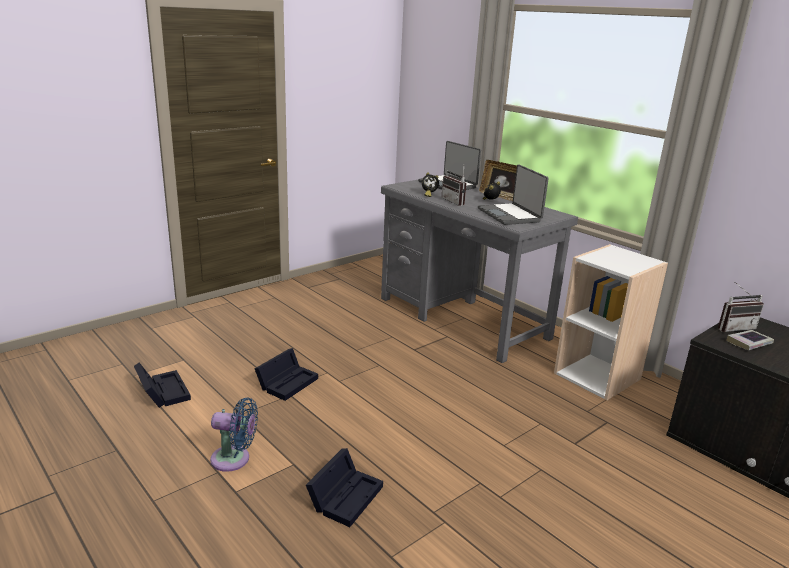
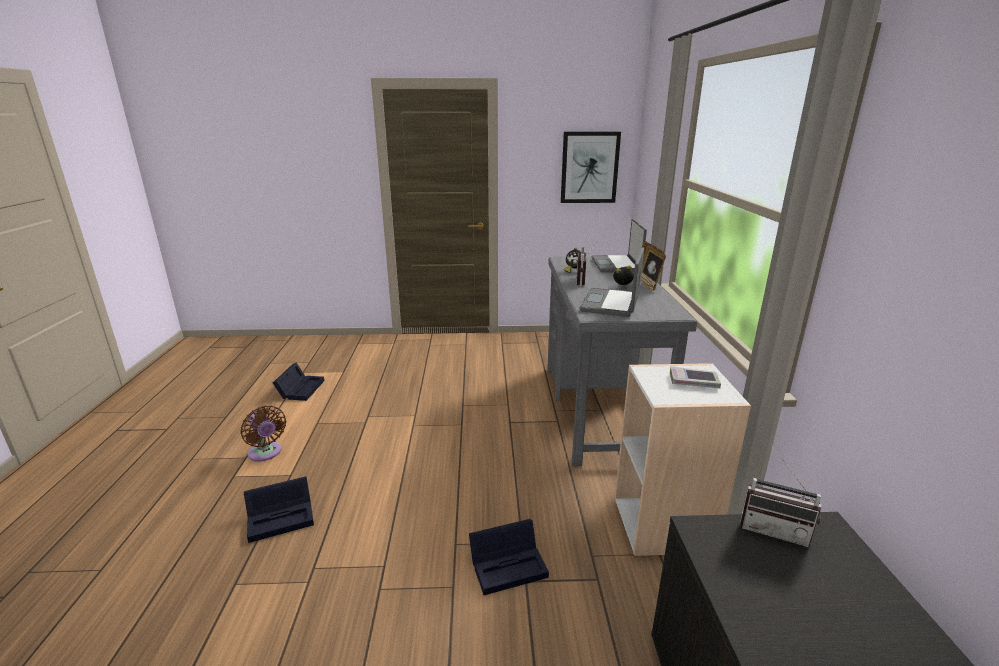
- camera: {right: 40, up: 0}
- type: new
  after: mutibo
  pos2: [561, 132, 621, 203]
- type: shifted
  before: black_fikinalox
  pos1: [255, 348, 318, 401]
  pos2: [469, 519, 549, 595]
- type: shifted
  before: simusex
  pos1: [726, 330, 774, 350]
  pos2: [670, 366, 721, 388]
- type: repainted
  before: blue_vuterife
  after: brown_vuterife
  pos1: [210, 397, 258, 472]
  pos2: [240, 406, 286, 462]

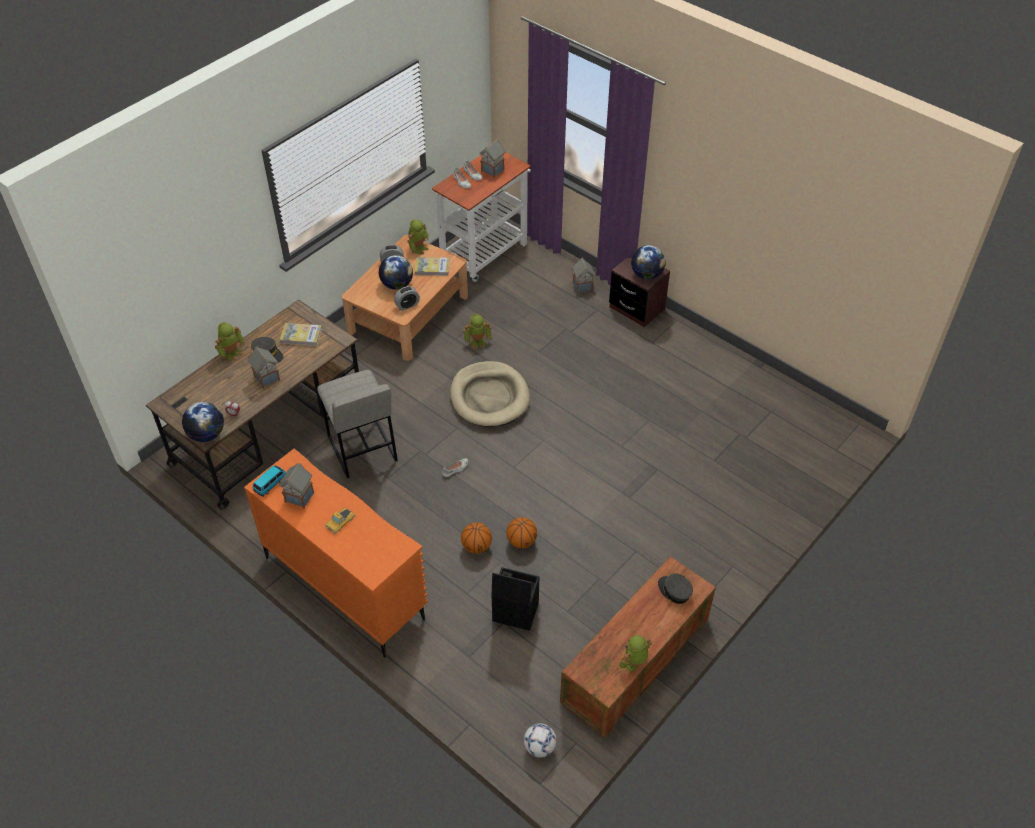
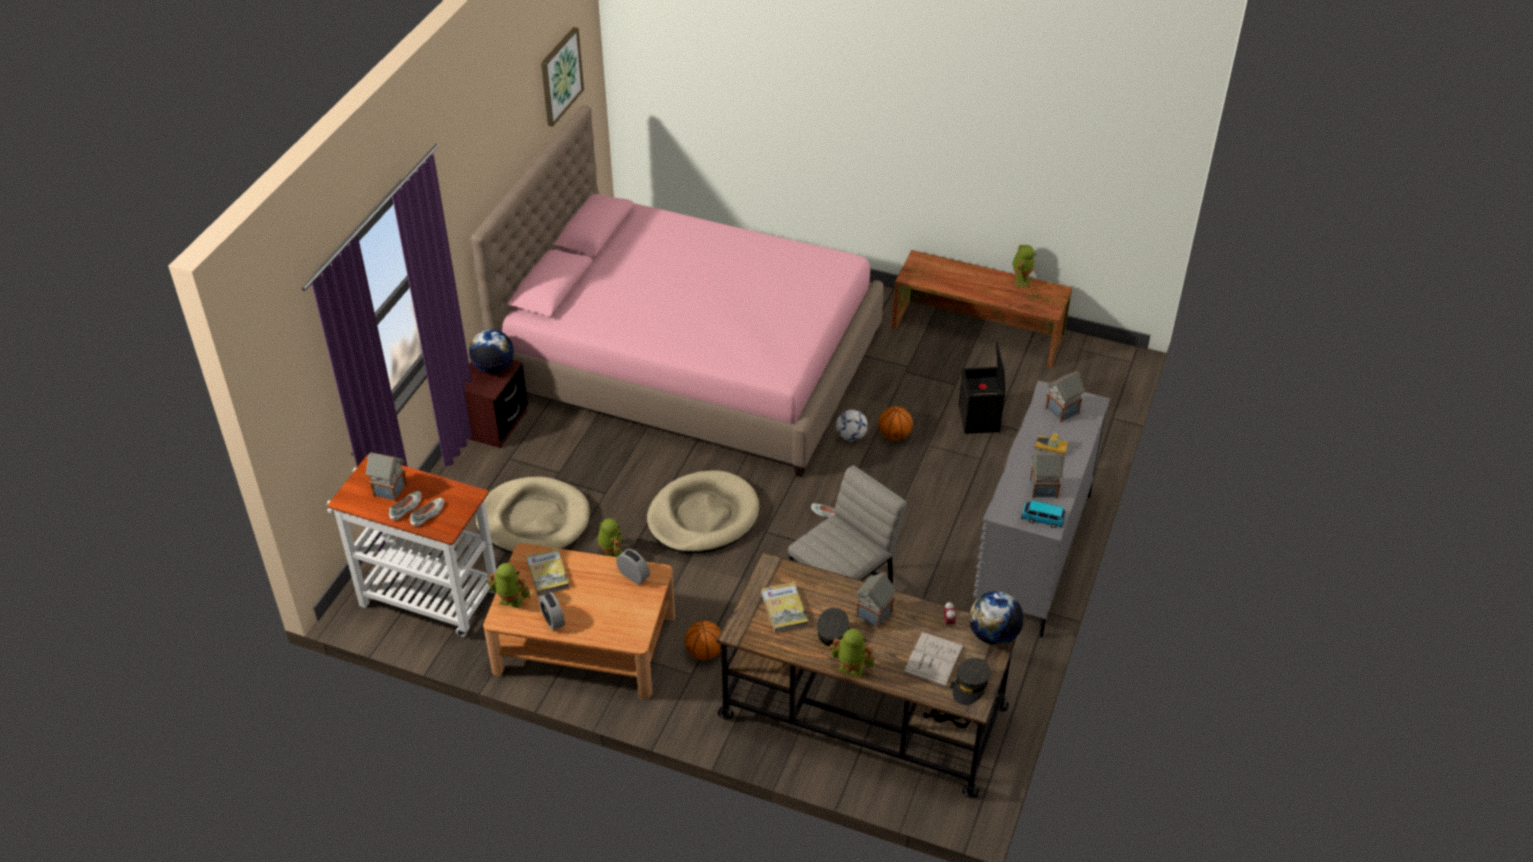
- camera: {right: -110, up: -5}
- type: gone
  before: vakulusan
  pos1: [379, 255, 413, 290]
- type: new
  after: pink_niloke
  pos2: [471, 105, 884, 477]
- type: new
  after: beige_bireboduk
  pos2: [475, 477, 590, 553]
- type: new
  after: mutibo
  pos2: [541, 27, 584, 127]
- type: new
  after: white_simusex
  pos2: [903, 632, 964, 688]
- type: shifted
  before: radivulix
  pos1: [461, 522, 492, 554]
  pos2: [685, 621, 721, 660]
- type: shifted
  before: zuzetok
  pos1: [524, 723, 557, 758]
  pos2: [836, 409, 868, 441]
- type: shifted
  before: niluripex
  pos1: [572, 258, 595, 293]
  pos2: [1045, 370, 1086, 422]
- type: shifted
  before: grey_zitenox
  pos1: [658, 573, 693, 604]
  pos2: [953, 658, 991, 705]
- type: repainted
  before: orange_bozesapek
  after: grey_bozesapek
  pos1: [244, 449, 428, 658]
  pos2: [972, 381, 1110, 638]
- type: rotated
  before: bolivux
  pos1: [619, 635, 652, 673]
  pos2: [1012, 245, 1035, 288]
  turn: -90

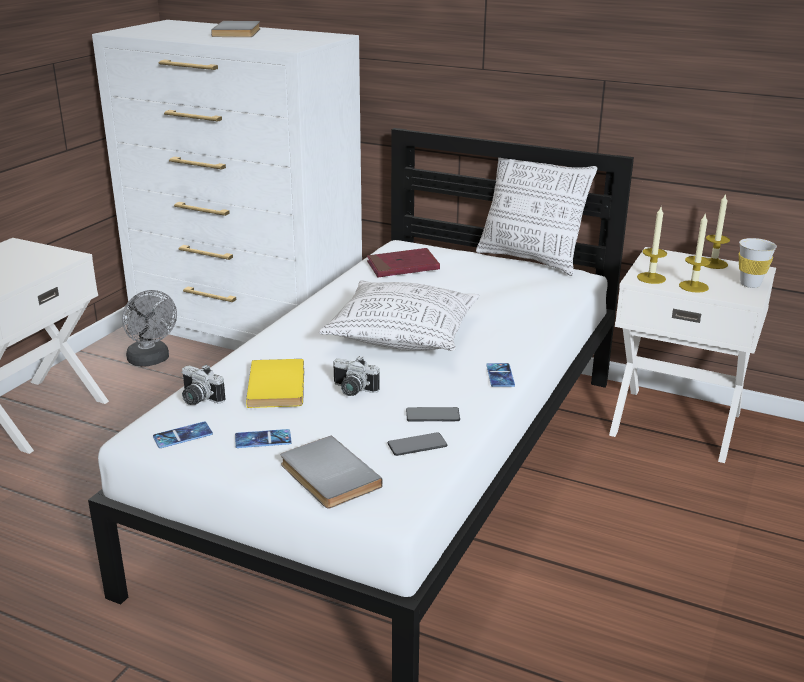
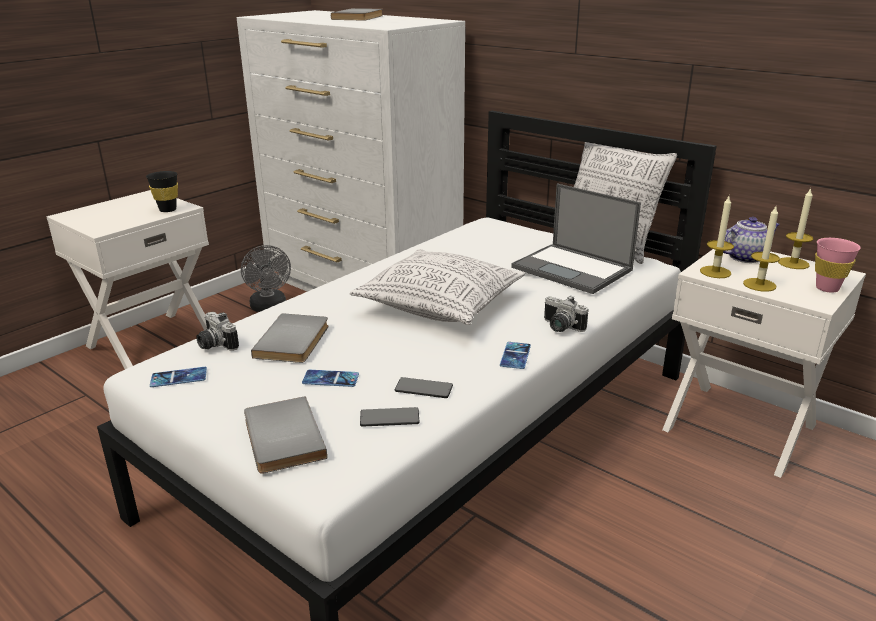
- camera: {right: 15, up: 0}
- type: gone
  before: red_simusex
  pos1: [367, 248, 440, 277]
- type: new
  after: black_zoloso
  pos2: [146, 171, 178, 212]
- type: new
  after: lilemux
  pos2: [511, 183, 641, 294]
- type: new
  after: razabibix
  pos2: [723, 217, 780, 263]
- type: shifted
  before: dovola
  pos1: [235, 429, 292, 448]
  pos2: [302, 370, 359, 387]
- type: shifted
  before: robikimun
  pos1: [333, 356, 380, 396]
  pos2: [544, 296, 589, 332]
- type: repainted
  before: yellow_simusex
  after: grey_simusex
  pos1: [246, 359, 304, 408]
  pos2: [251, 313, 328, 363]
- type: repainted
  before: white_zoloso
  after: pink_zoloso
  pos1: [739, 238, 777, 288]
  pos2: [815, 238, 861, 293]

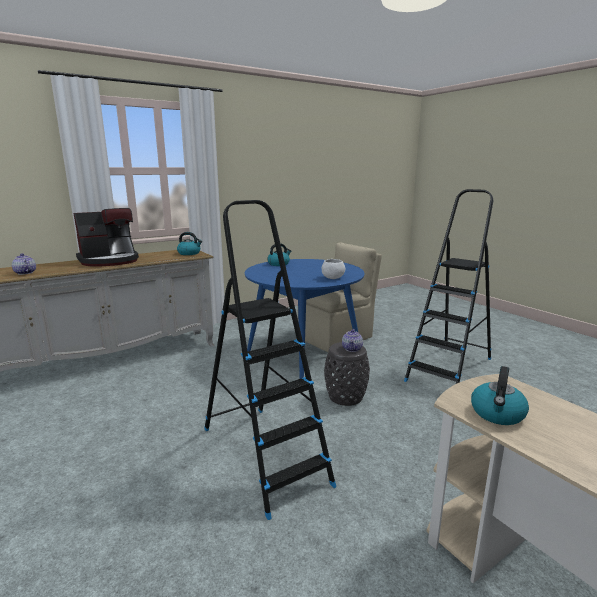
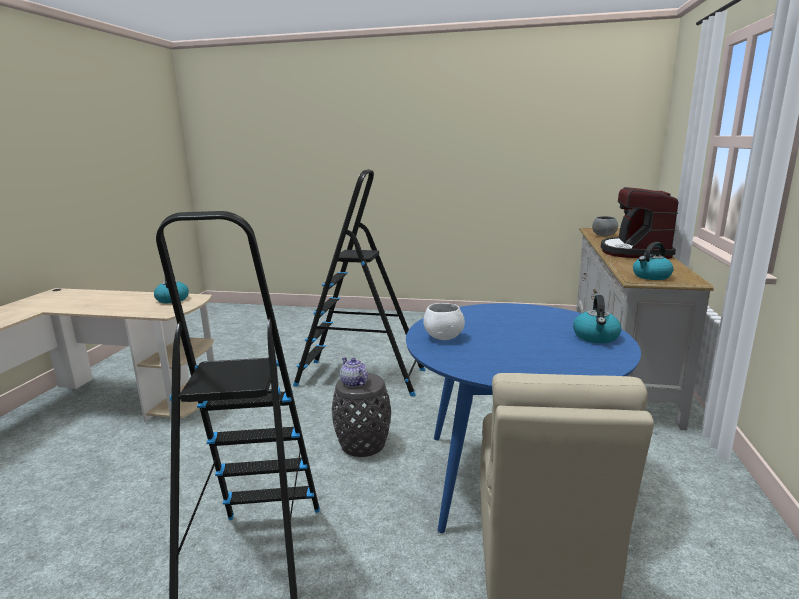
- camera: {right: 135, up: 0}
- type: swapped
  before: razabibix
  after: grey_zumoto
  pos1: [12, 253, 36, 275]
  pos2: [592, 216, 618, 236]

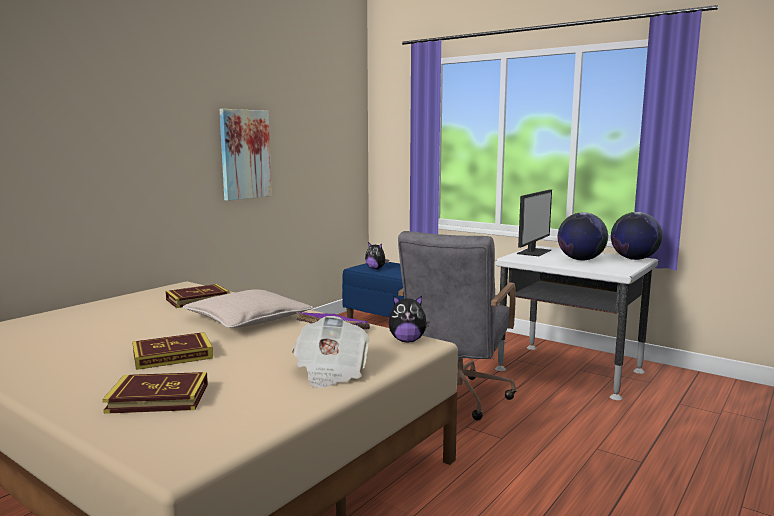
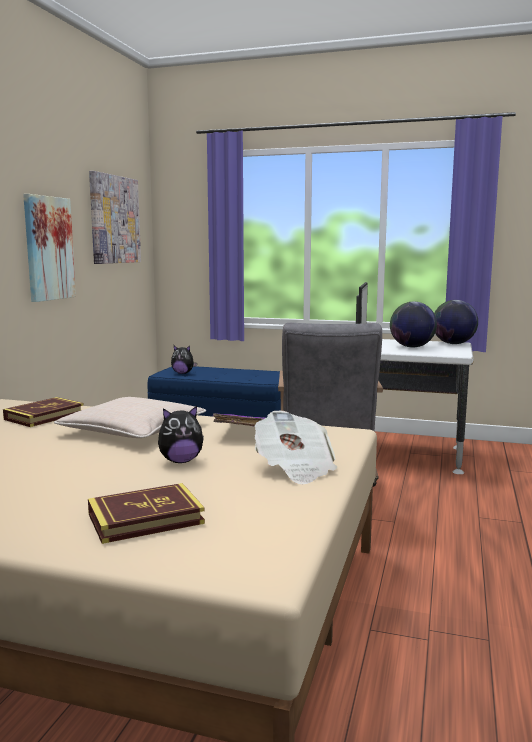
- camera: {right: -20, up: 0}
- type: gone
  before: simusex
  pos1: [132, 332, 213, 370]
- type: new
  after: mutibo
  pos2: [89, 171, 141, 264]
- type: shifted
  before: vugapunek
  pos1: [388, 295, 429, 342]
  pos2: [158, 406, 204, 463]

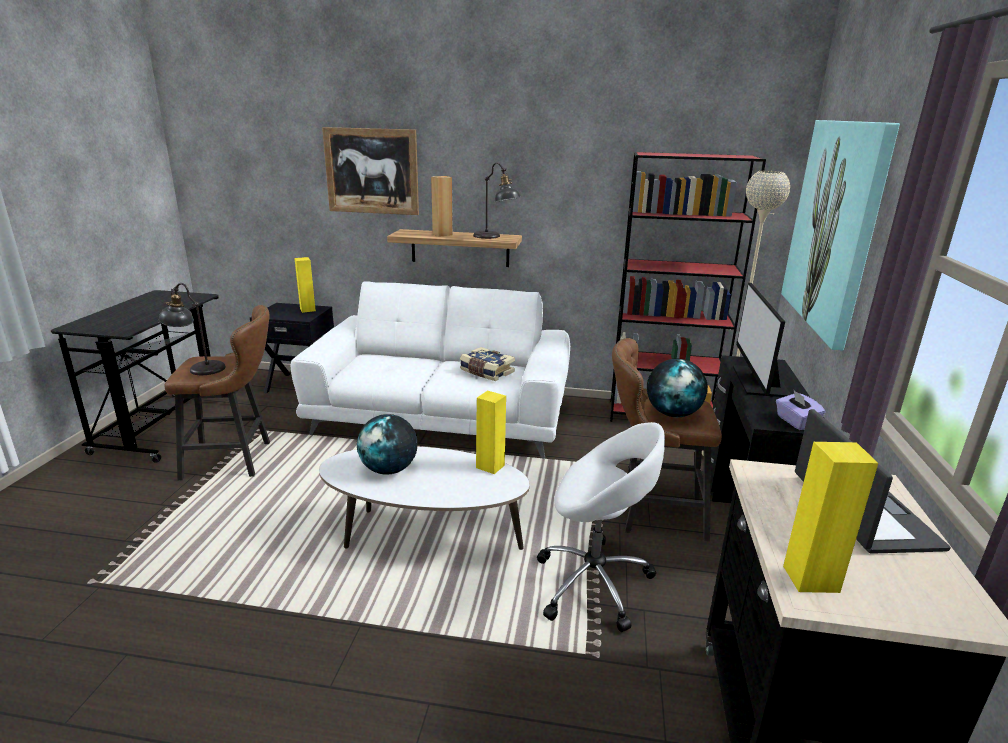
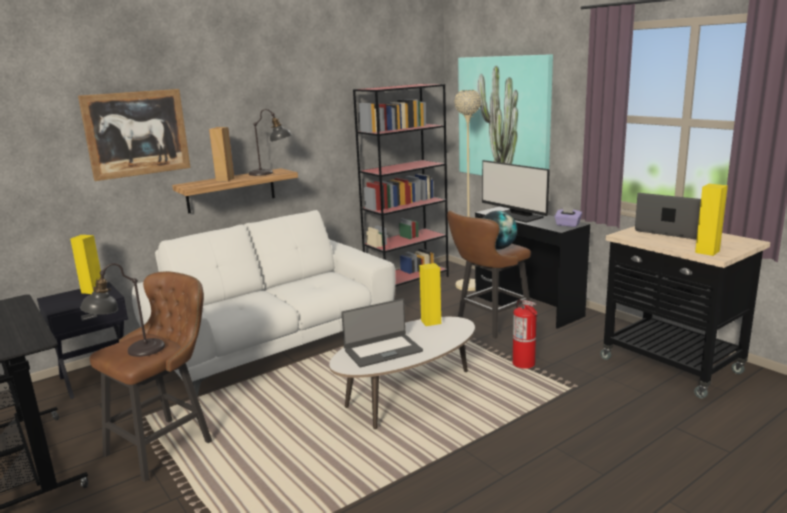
- camera: {right: -45, up: -5}
- type: gone
  before: simusex
  pos1: [460, 347, 515, 381]
- type: swapped
  before: vakulusan
  after: lilemux
  pos1: [357, 414, 418, 475]
  pos2: [341, 299, 423, 367]
- type: swapped
  before: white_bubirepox
  after: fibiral
  pos1: [537, 422, 665, 632]
  pos2: [513, 300, 537, 369]

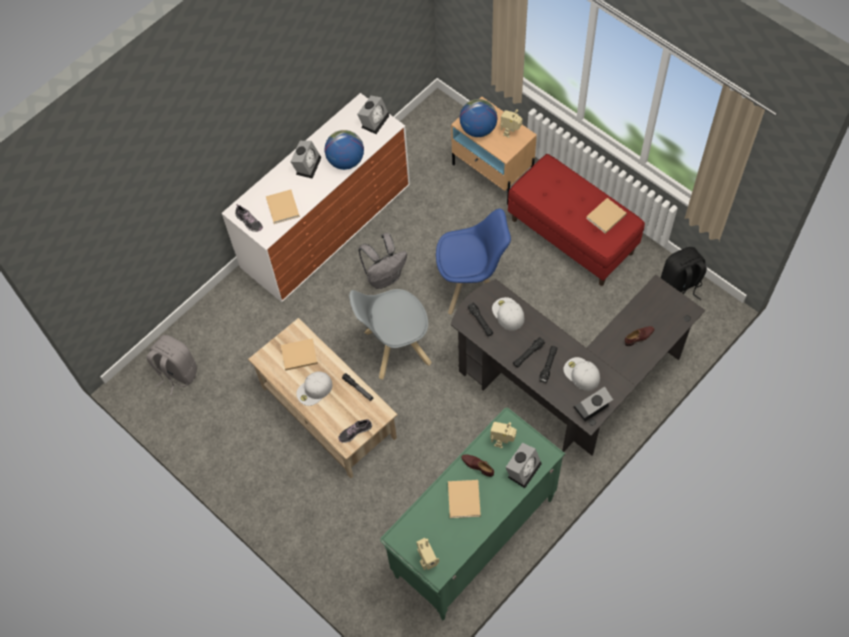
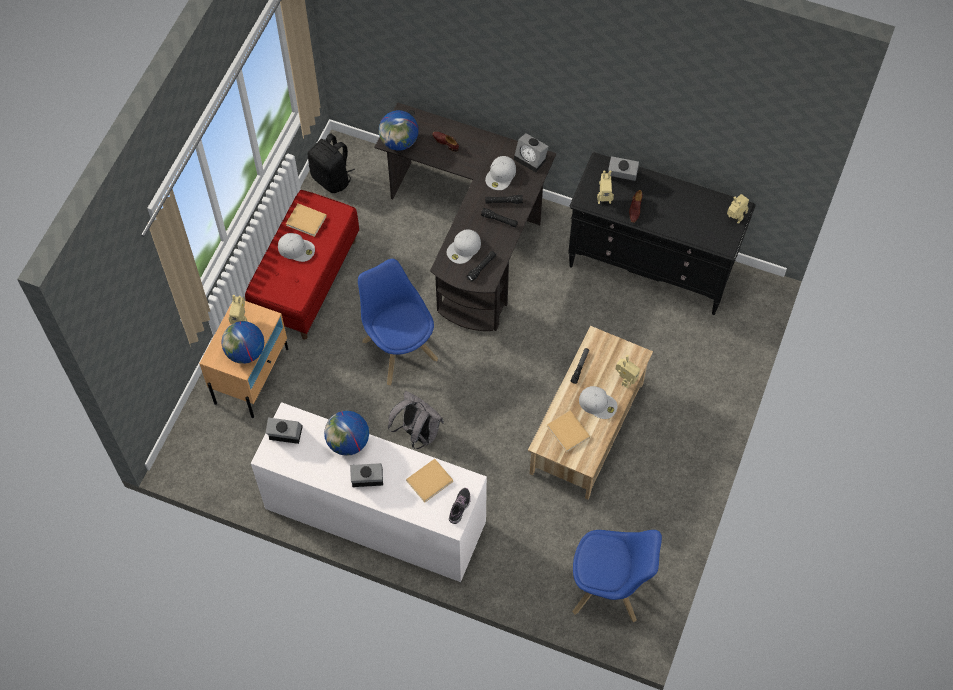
- camera: {right: -115, up: 0}
- type: gone
  before: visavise
  pos1: [338, 419, 372, 443]
- type: gone
  before: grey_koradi
  pos1: [349, 289, 432, 380]
- type: gone
  before: beige_simusex
  pos1: [448, 480, 481, 518]
- type: new
  after: white_zitenox
  pos2: [278, 233, 315, 262]
- type: new
  after: vakulusan
  pos2: [379, 110, 418, 151]
- type: new
  after: bolivux
  pos2: [616, 355, 640, 388]
- type: swapped
  before: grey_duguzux
  after: blue_koradi
  pos1: [147, 335, 197, 395]
  pos2: [572, 530, 662, 622]
- type: repainted
  before: green_bozesapek
  after: black_bozesapek
  pos1: [380, 408, 565, 620]
  pos2: [568, 152, 756, 315]

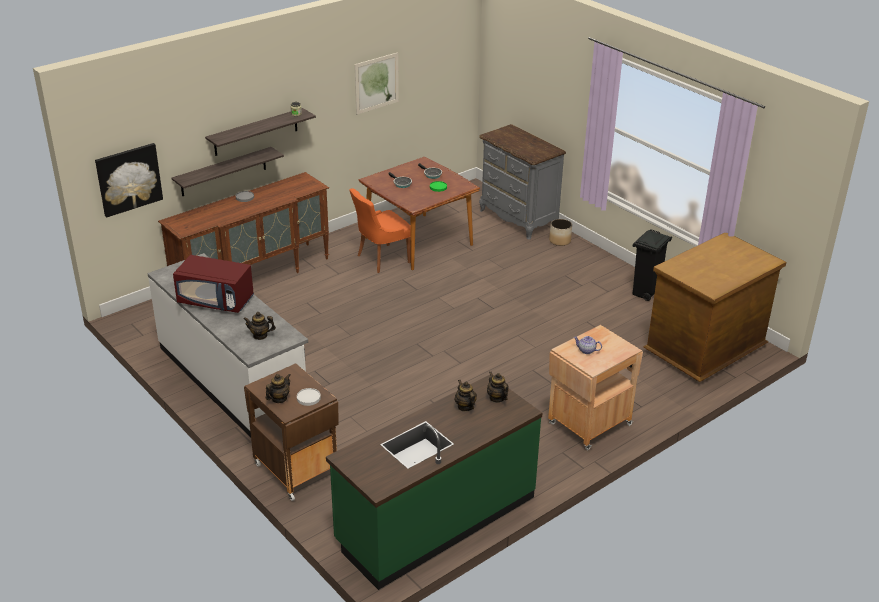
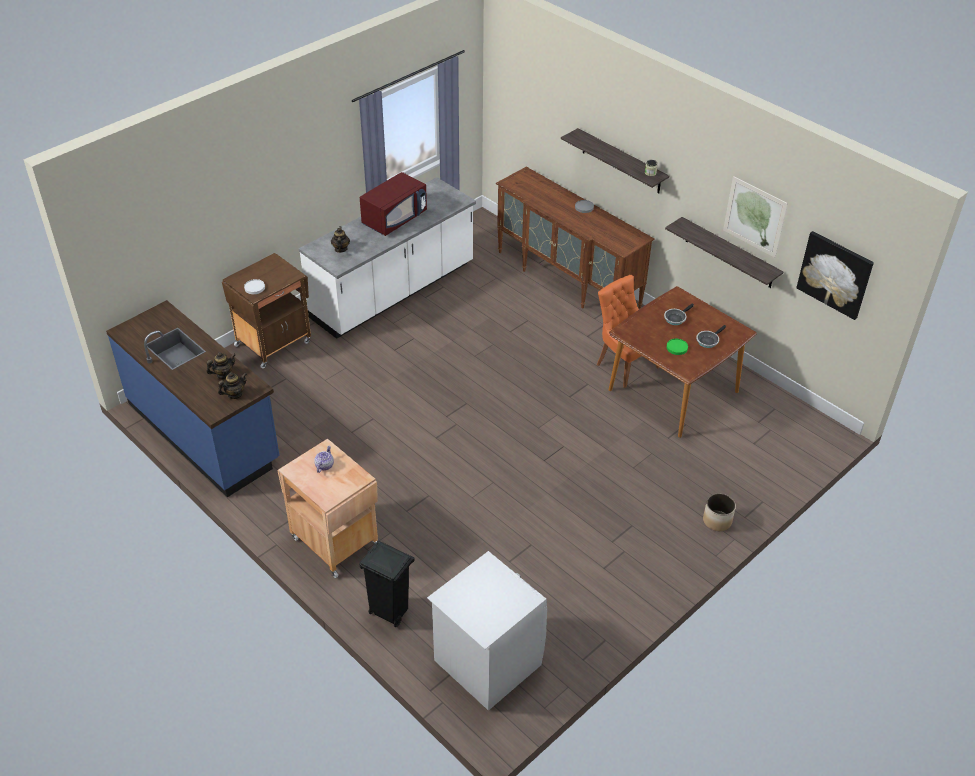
- camera: {right: 85, up: 10}
- type: gone
  before: razabibix
  pos1: [266, 374, 290, 403]
- type: gone
  before: grey_bozesapek
  pos1: [479, 124, 566, 240]
- type: shifted
  before: mutibo
  pos1: [95, 143, 163, 217]
  pos2: [796, 231, 874, 320]
- type: shifted
  before: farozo
  pos1: [172, 147, 284, 196]
  pos2: [665, 217, 783, 288]
- type: shifted
  before: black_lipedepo
  pos1: [633, 229, 672, 301]
  pos2: [359, 541, 415, 627]
- type: swapped
  before: brown_bozesapek
  after: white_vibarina
  pos1: [644, 233, 786, 382]
  pos2: [427, 551, 547, 711]
- type: repainted
  before: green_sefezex
  after: blue_sefezex
  pos1: [326, 375, 542, 590]
  pos2: [106, 300, 280, 497]
- type: rotated
  before: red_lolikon
  pos1: [173, 255, 254, 313]
  pos2: [360, 172, 427, 236]
  turn: -150

